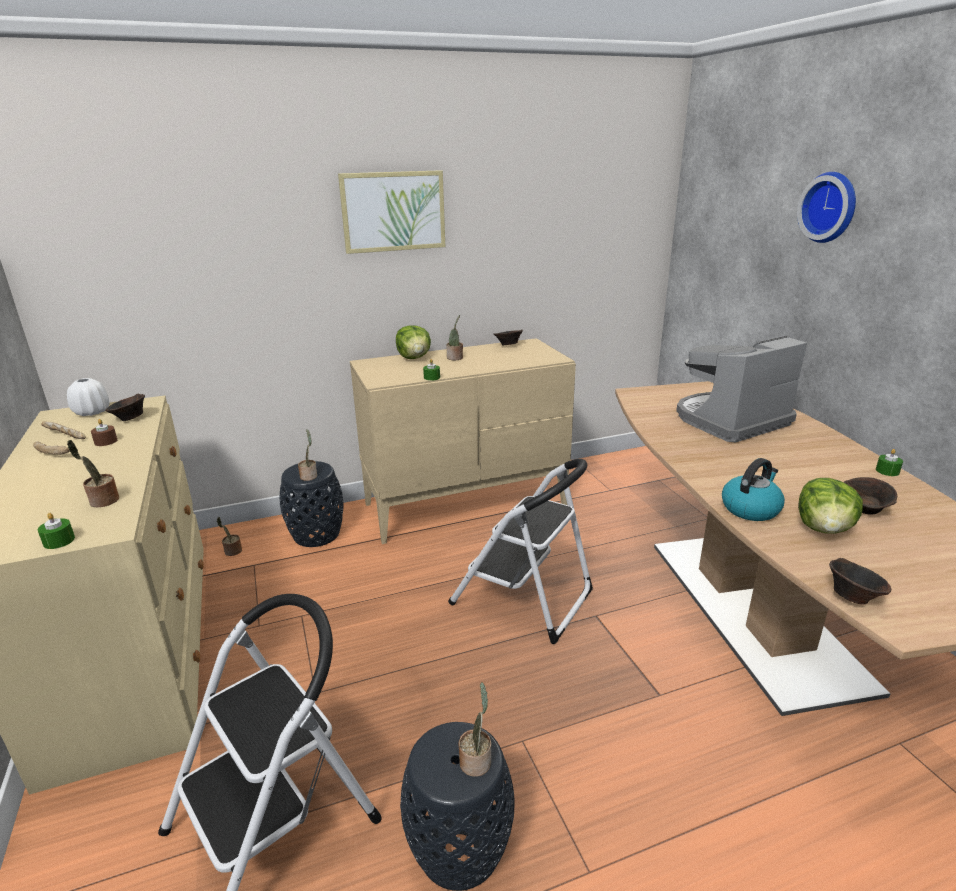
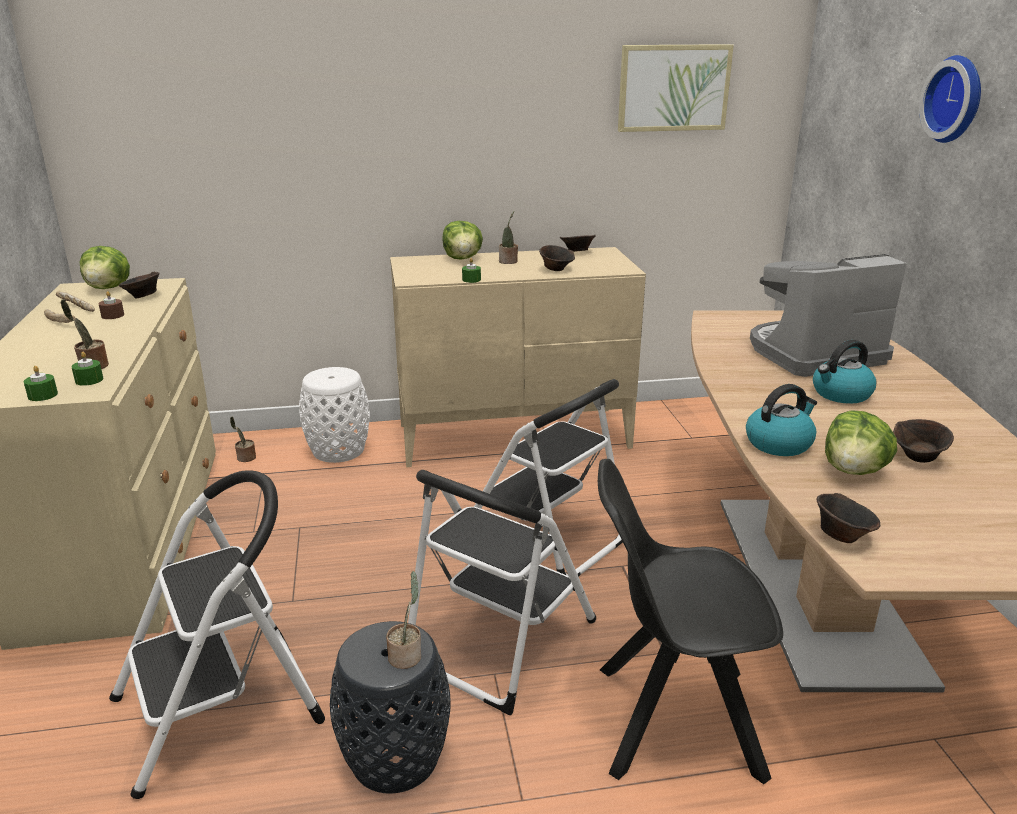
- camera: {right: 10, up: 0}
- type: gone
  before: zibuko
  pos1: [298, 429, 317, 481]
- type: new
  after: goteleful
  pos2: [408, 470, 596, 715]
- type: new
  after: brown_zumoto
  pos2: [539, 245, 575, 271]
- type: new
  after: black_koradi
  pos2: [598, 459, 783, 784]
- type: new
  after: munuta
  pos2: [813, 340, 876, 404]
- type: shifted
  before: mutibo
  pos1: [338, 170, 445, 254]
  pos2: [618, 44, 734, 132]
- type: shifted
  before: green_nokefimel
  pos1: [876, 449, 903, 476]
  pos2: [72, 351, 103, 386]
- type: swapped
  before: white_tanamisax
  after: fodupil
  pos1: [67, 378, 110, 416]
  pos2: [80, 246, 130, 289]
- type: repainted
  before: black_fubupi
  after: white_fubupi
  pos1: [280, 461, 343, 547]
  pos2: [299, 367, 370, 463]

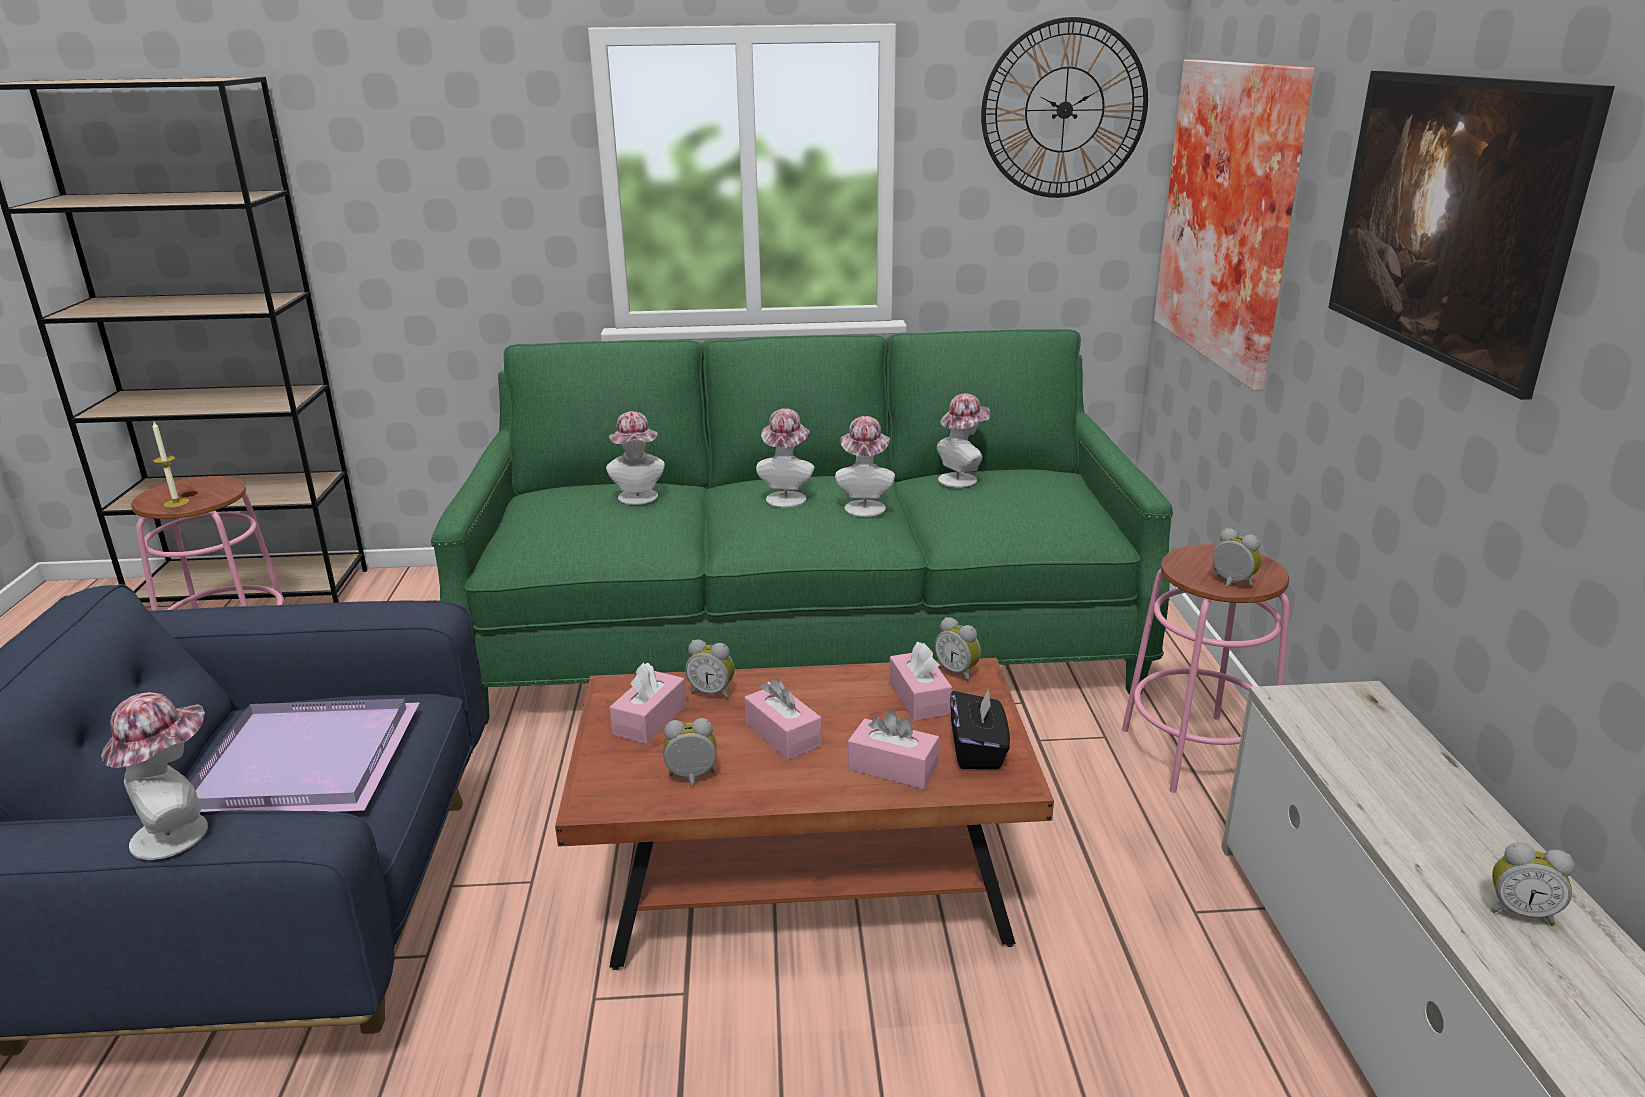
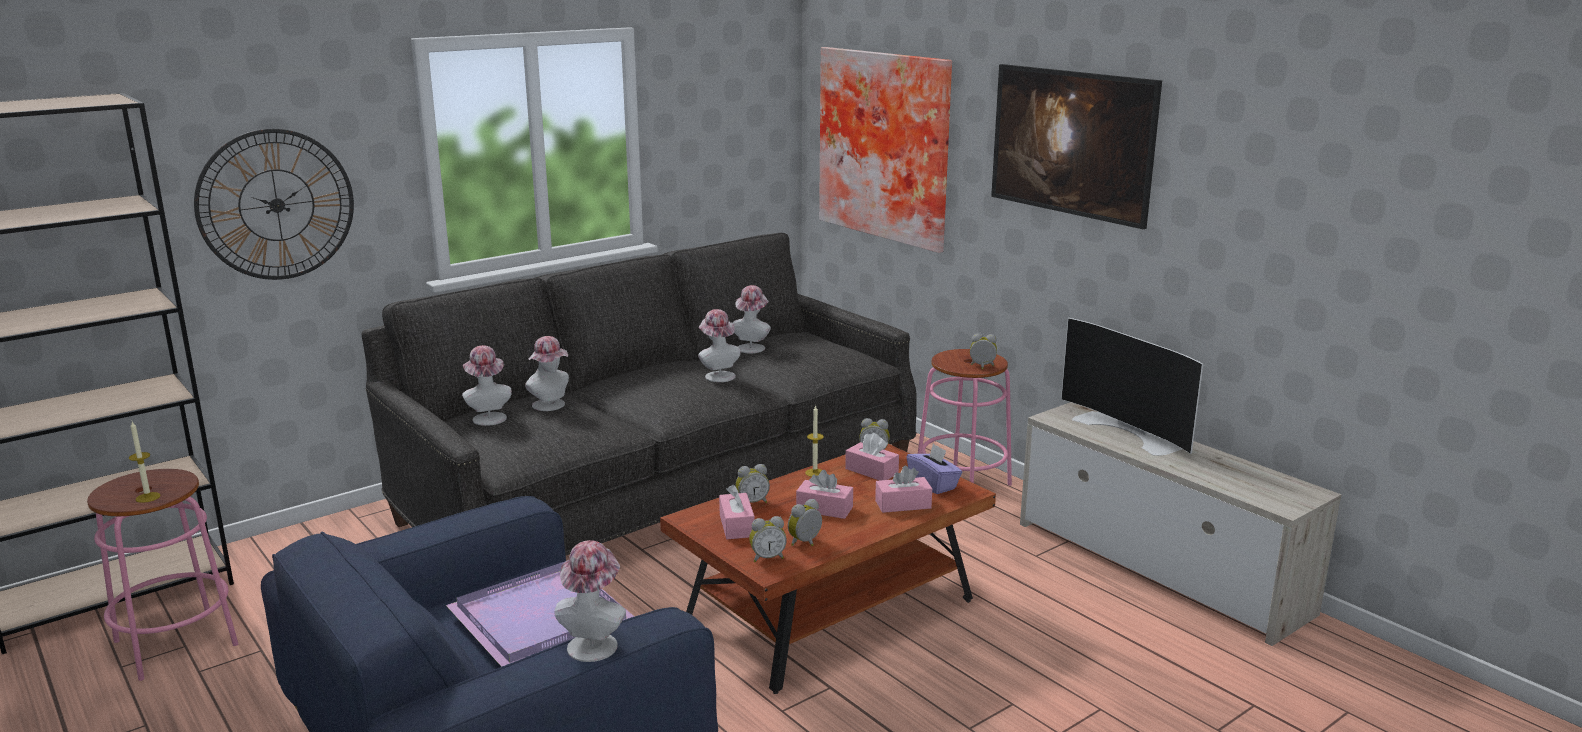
- camera: {right: -35, up: -5}
- type: new
  after: nokefimel
  pos2: [805, 405, 824, 477]
- type: new
  after: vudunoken
  pos2: [1061, 318, 1203, 456]
- type: shifted
  before: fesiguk
  pos1: [756, 408, 815, 508]
  pos2: [462, 345, 512, 426]
- type: shifted
  before: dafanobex
  pos1: [981, 17, 1148, 198]
  pos2: [194, 129, 354, 280]
- type: shifted
  before: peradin
  pos1: [1491, 842, 1574, 926]
  pos2: [749, 516, 787, 562]
- type: repainted
  before: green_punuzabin
  after: grey_punuzabin
  pos1: [431, 329, 1173, 724]
  pos2: [361, 233, 917, 556]
- type: repainted
  before: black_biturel
  after: purple_biturel
  pos1: [950, 688, 1010, 769]
  pos2: [907, 443, 962, 494]

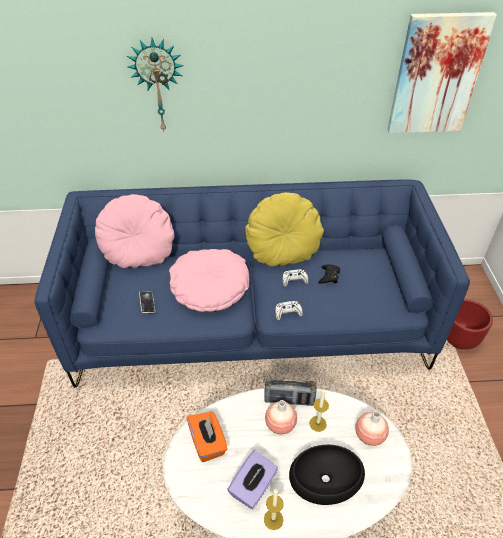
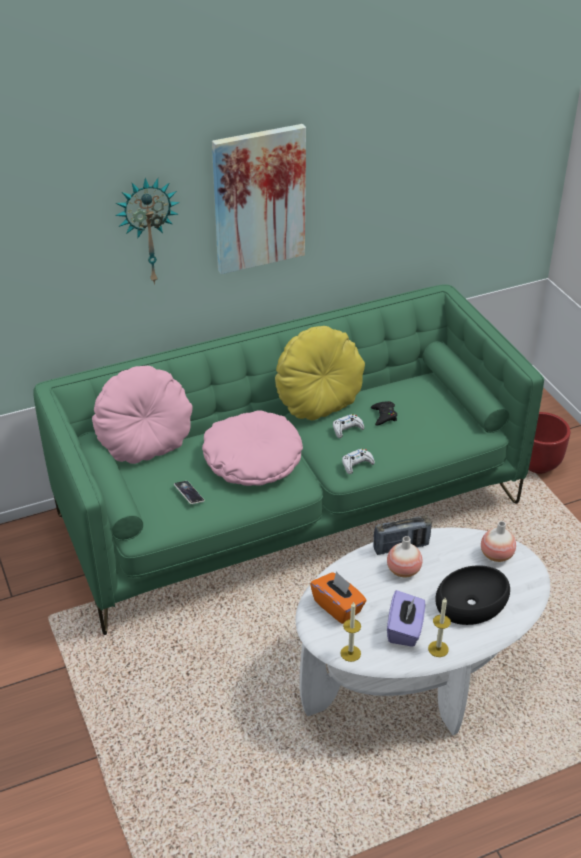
- camera: {right: -20, up: -5}
- type: shifted
  before: nokefimel
  pos1: [309, 389, 329, 432]
  pos2: [340, 601, 361, 662]
- type: shifted
  before: mutibo
  pos1: [387, 12, 497, 133]
  pos2: [212, 124, 306, 274]
- type: repainted
  before: blue_punuzabin
  after: green_punuzabin
  pos1: [34, 180, 470, 388]
  pos2: [33, 284, 544, 635]

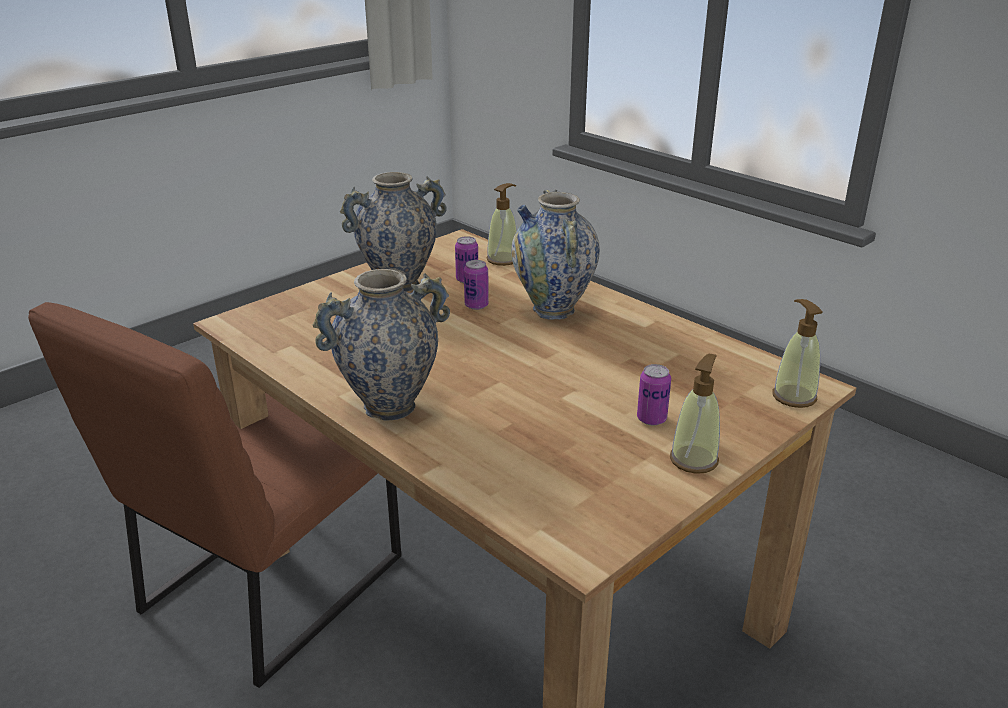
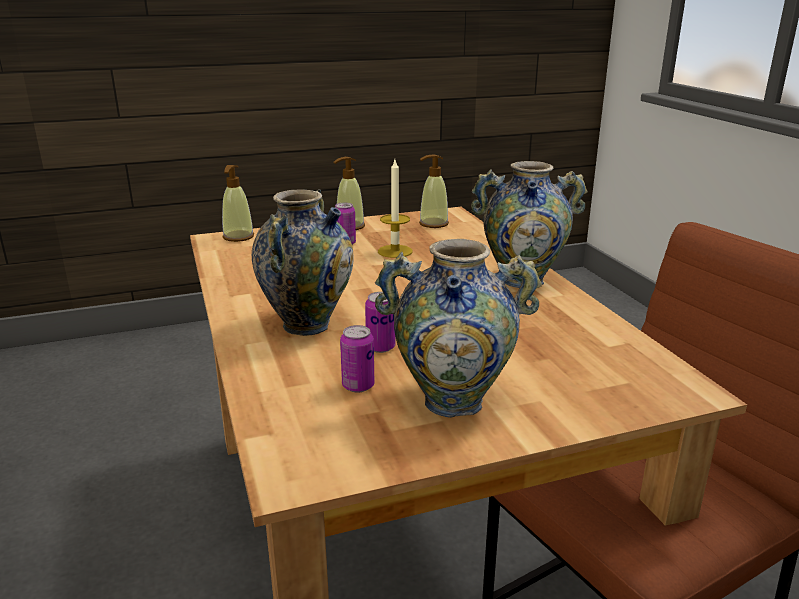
- camera: {right: -155, up: -5}
- type: new
  after: nokefimel
  pos2: [378, 160, 412, 258]
- type: shifted
  before: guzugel
  pos1: [487, 183, 517, 266]
  pos2: [419, 154, 449, 228]

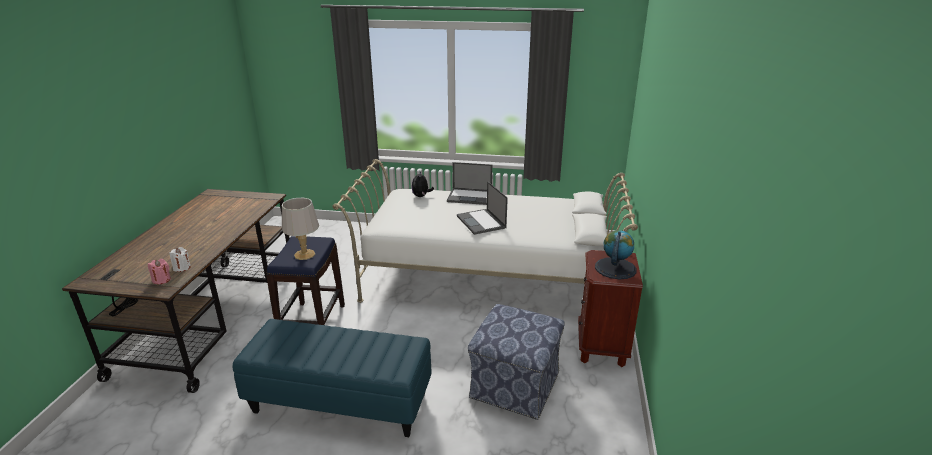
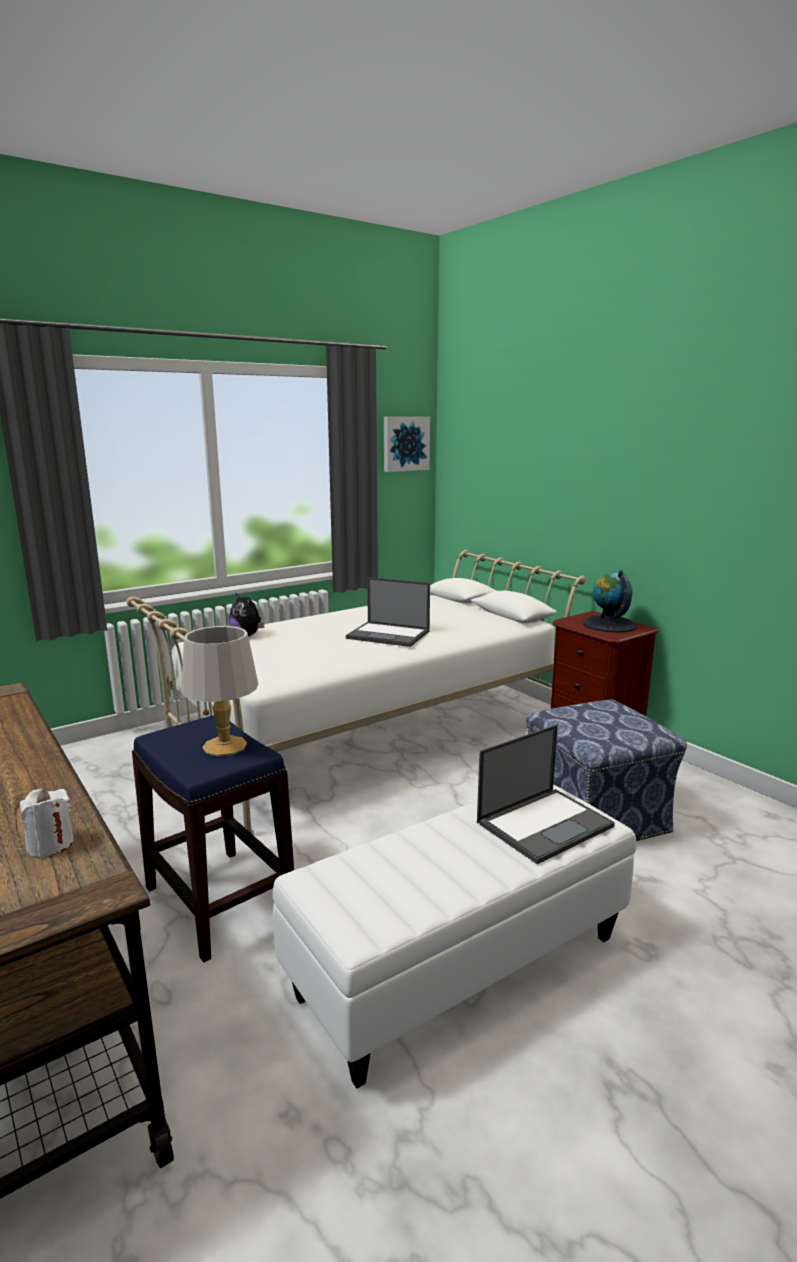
- camera: {right: -45, up: -10}
- type: gone
  before: pink_nokefimel
  pos1: [148, 259, 171, 284]
- type: new
  after: mutibo
  pos2: [384, 416, 430, 472]
- type: shifted
  before: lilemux
  pos1: [447, 162, 492, 205]
  pos2: [477, 724, 615, 864]
- type: repainted
  before: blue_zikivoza
  after: white_zikivoza
  pos1: [233, 319, 431, 437]
  pos2: [273, 784, 636, 1088]

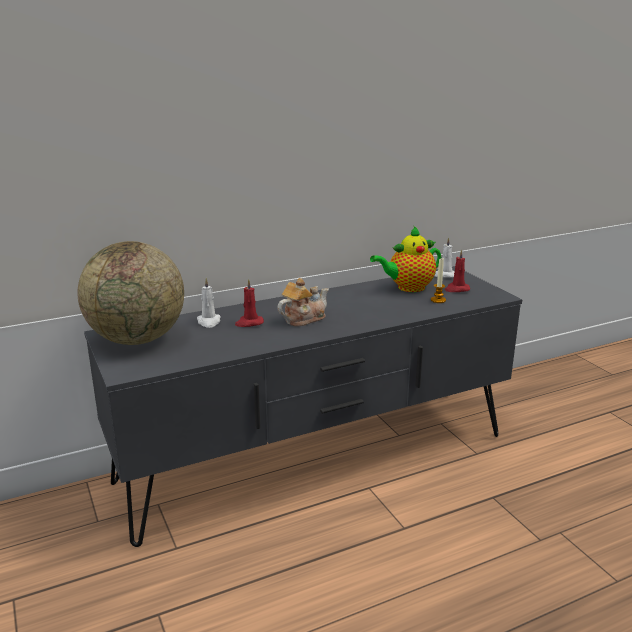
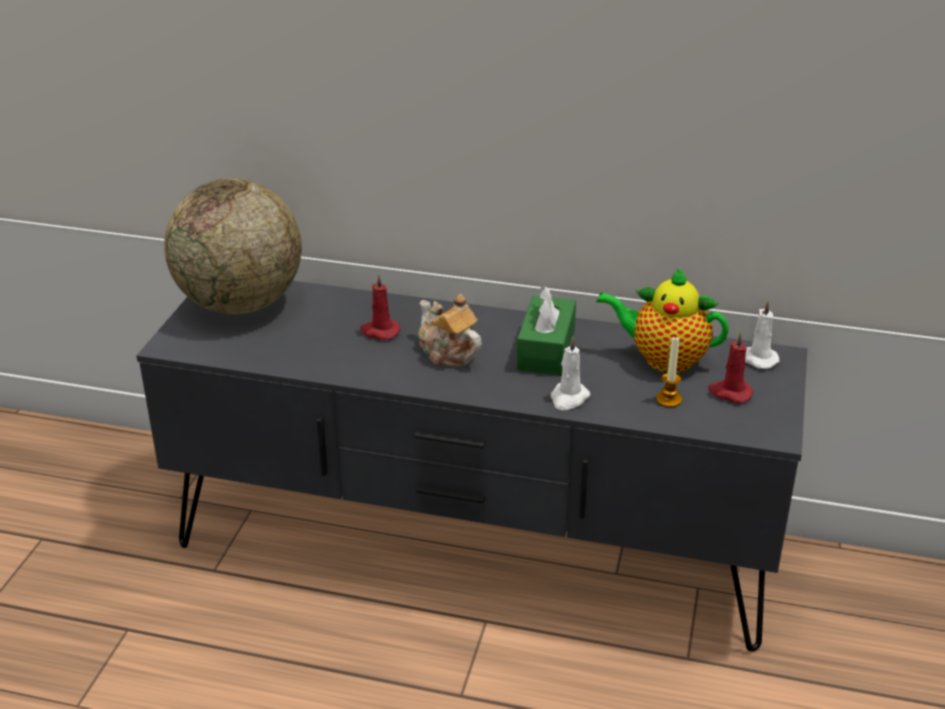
- camera: {right: 40, up: 10}
- type: new
  after: green_biturel
  pos2: [517, 286, 576, 376]
- type: shifted
  before: white_nokefimel
  pos1: [197, 278, 221, 328]
  pos2: [550, 337, 590, 410]
- type: rotated
  before: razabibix
  pos1: [277, 278, 329, 326]
  pos2: [418, 294, 482, 367]
  turn: -135

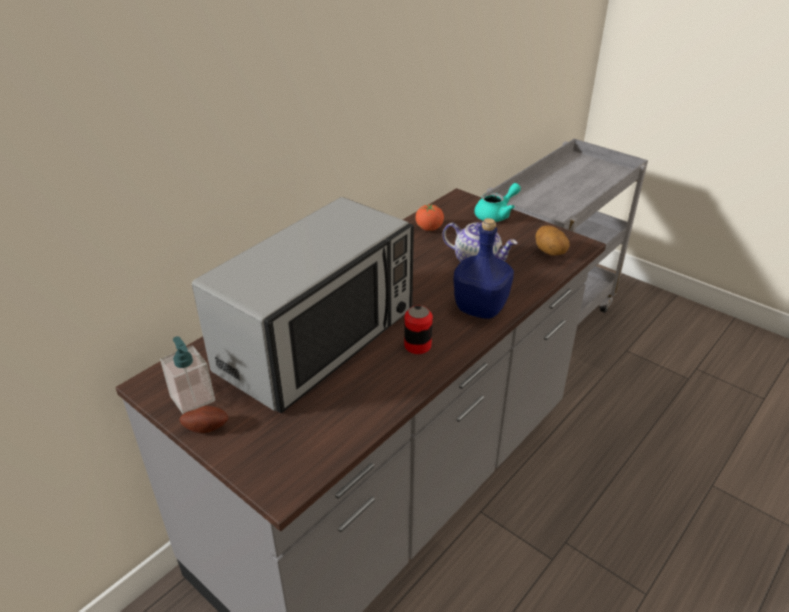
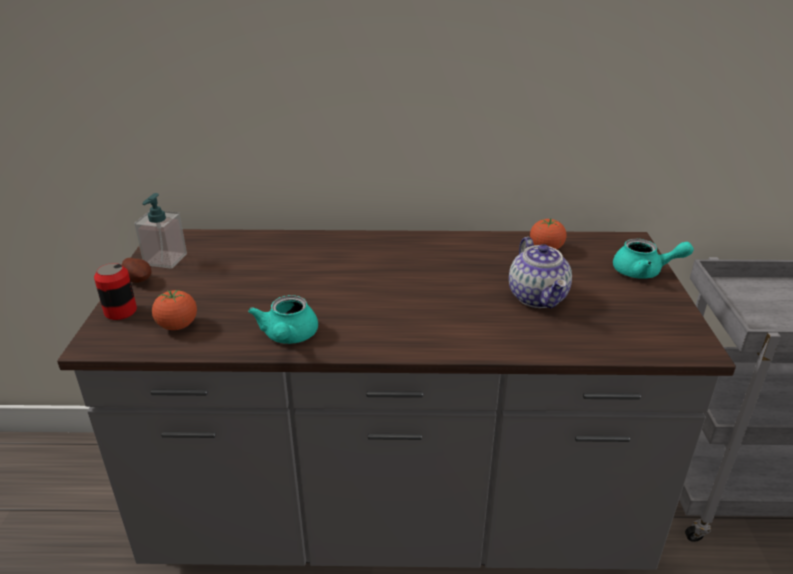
- camera: {right: 50, up: -5}
- type: gone
  before: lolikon
  pos1: [192, 197, 414, 413]
- type: gone
  before: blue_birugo
  pos1: [454, 218, 514, 319]
- type: gone
  before: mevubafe
  pos1: [535, 225, 570, 256]
- type: new
  after: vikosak
  pos2: [152, 290, 197, 330]
- type: new
  after: turquoise_razabibix
  pos2: [248, 295, 318, 344]
- type: shifted
  before: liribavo
  pos1: [404, 306, 433, 354]
  pos2: [94, 263, 137, 320]

